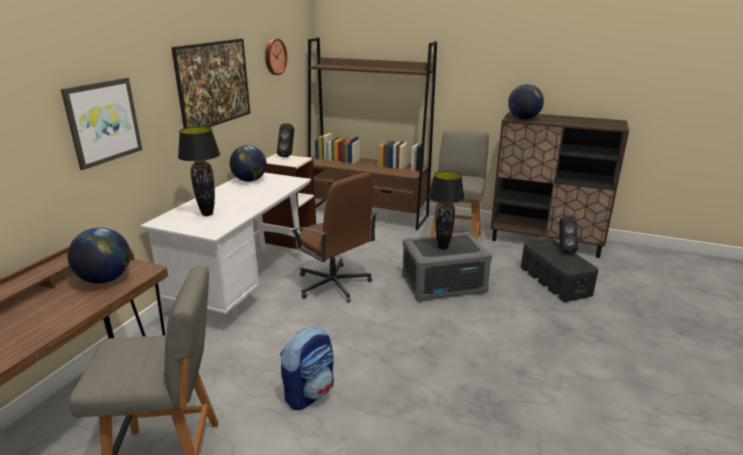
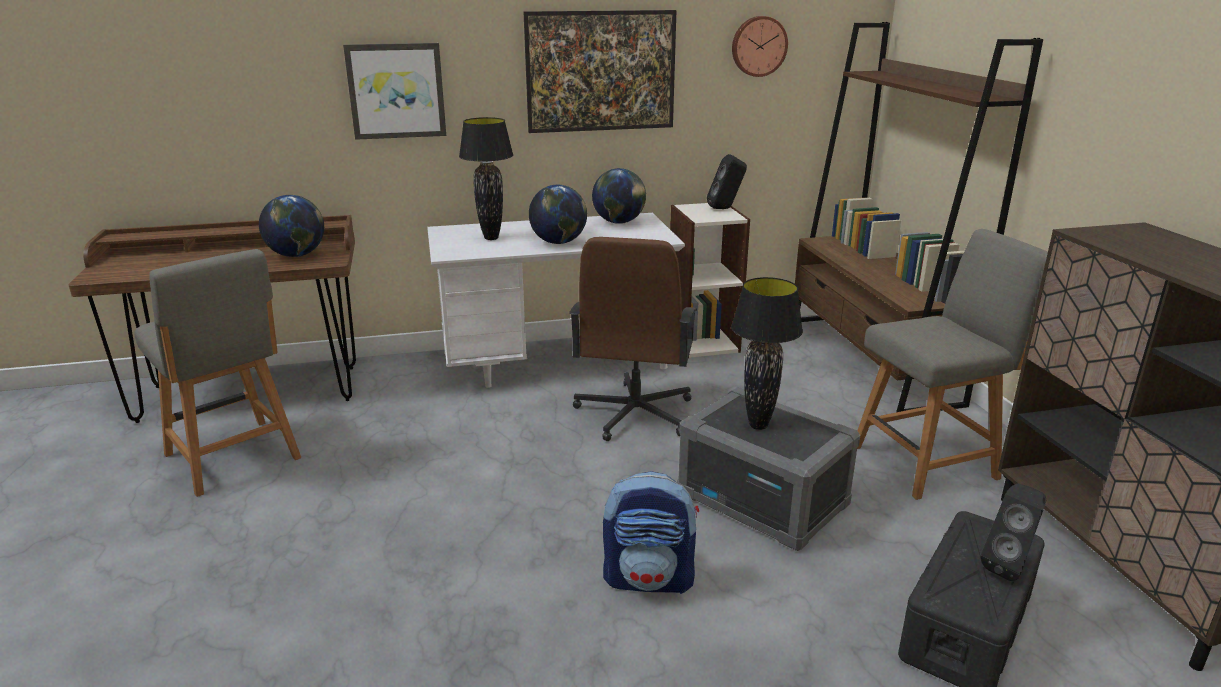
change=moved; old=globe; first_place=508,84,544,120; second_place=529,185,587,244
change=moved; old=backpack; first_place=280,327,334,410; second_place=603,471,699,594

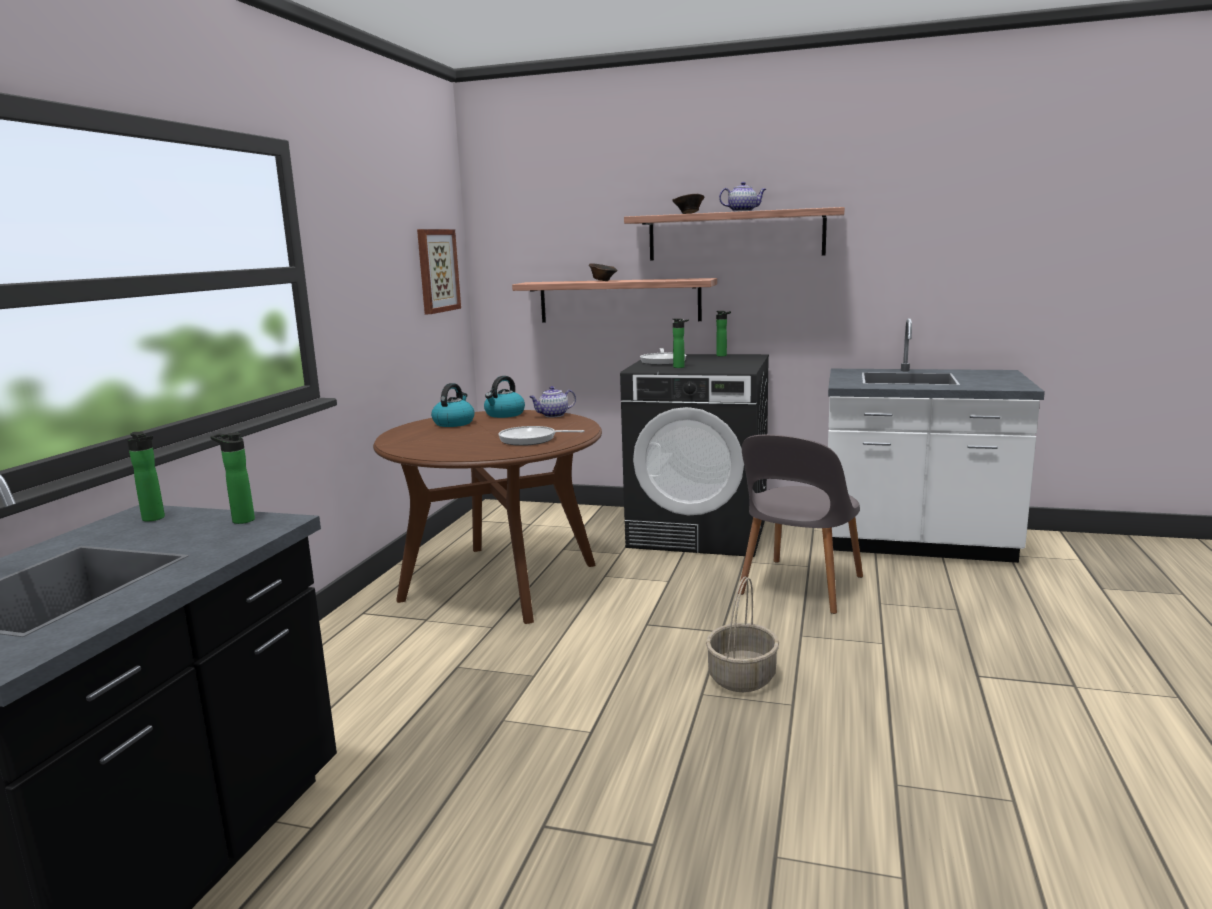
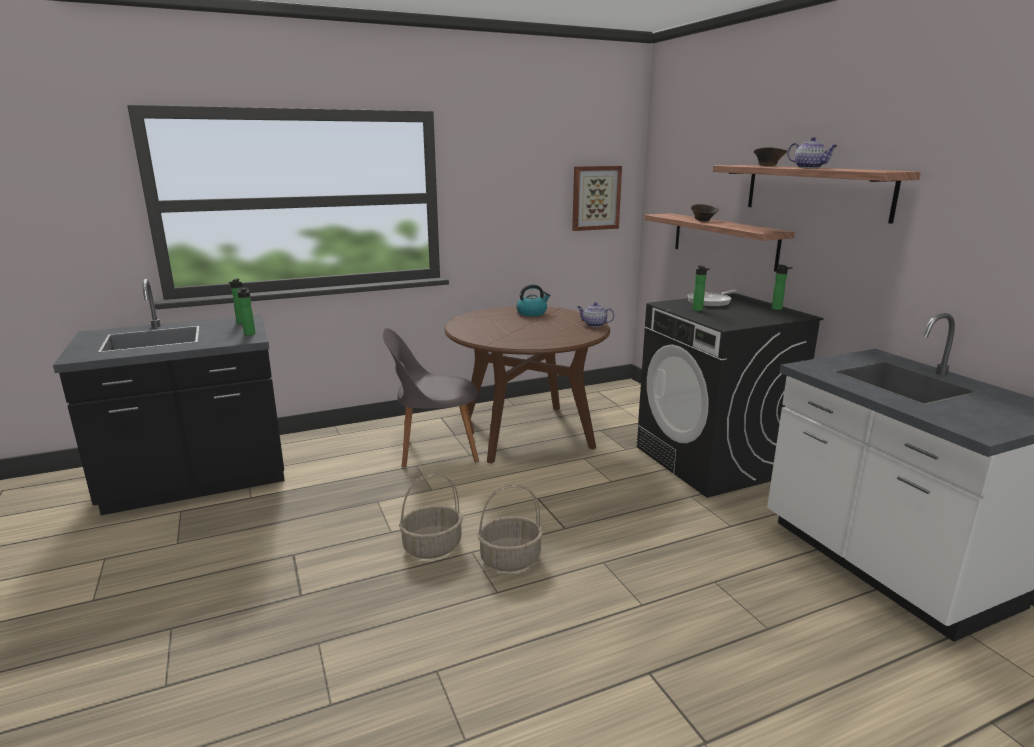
change=removed; old=kettle; first_place=484,376,525,418
change=removed; old=pan; first_place=499,426,584,446
change=moved; old=chair (grey); first_place=738,434,863,614; second_place=382,328,479,467
change=added; new=basket; second_place=399,473,463,559

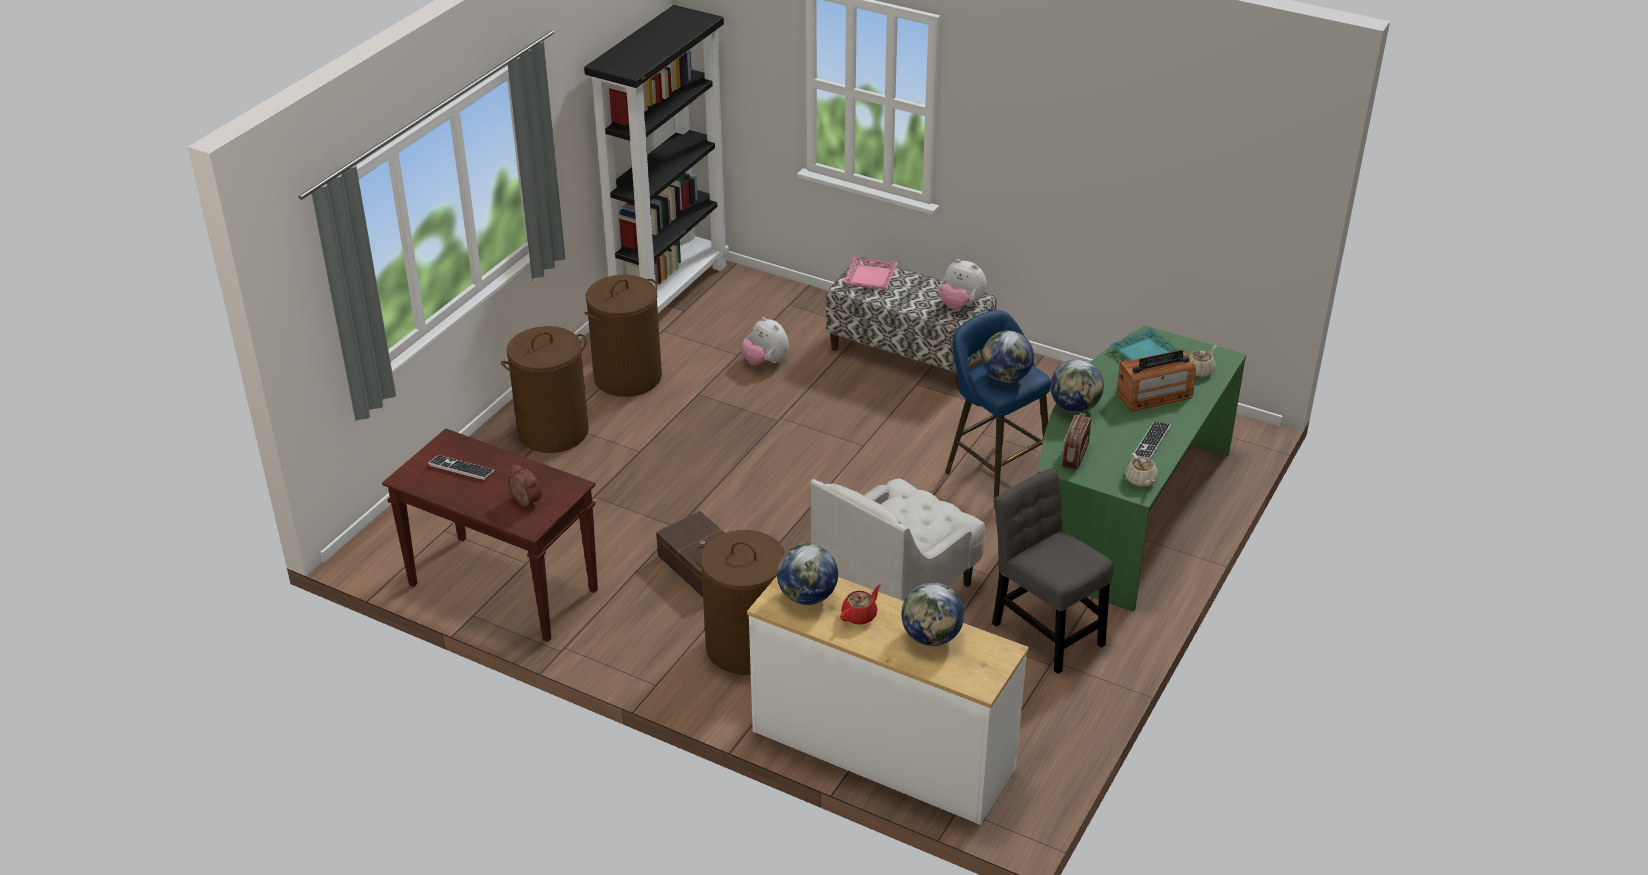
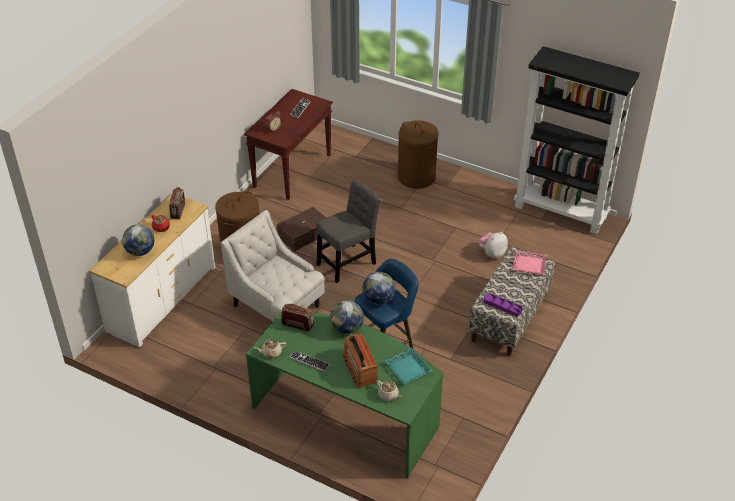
change=replaced; old=soft toy; new=tray (purplish); first_place=939,259,987,309; second_place=484,293,522,317
change=removed; old=washing basket (brownish); first_place=584,275,662,397
change=moved; old=chair (grey); first_place=992,468,1113,674; second_place=316,179,381,283
change=replaced; old=globe; new=radio set; first_place=777,543,838,605; second_place=169,187,185,219

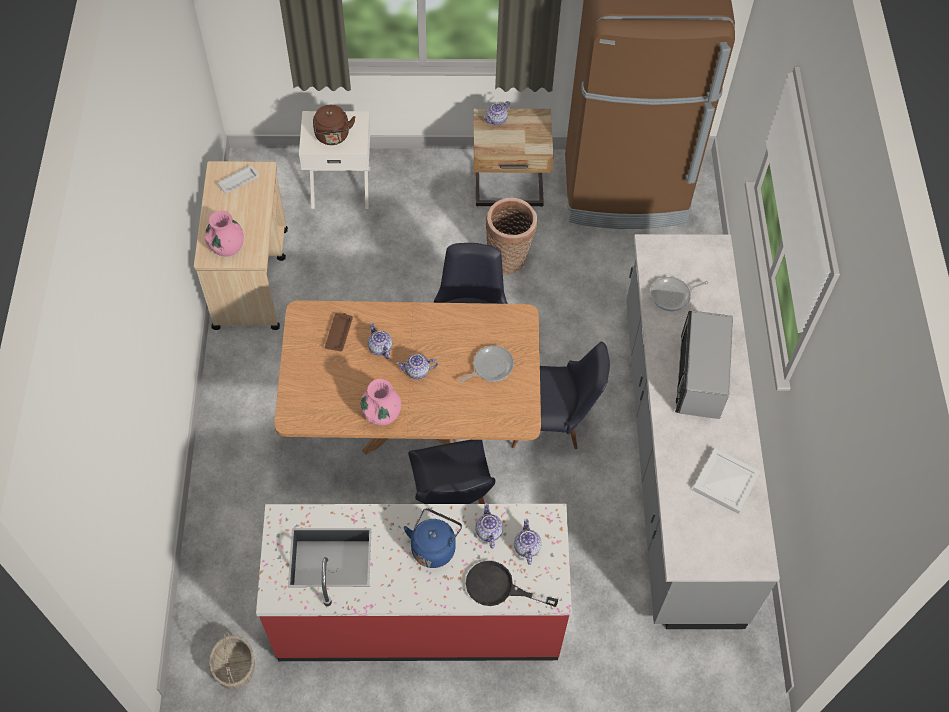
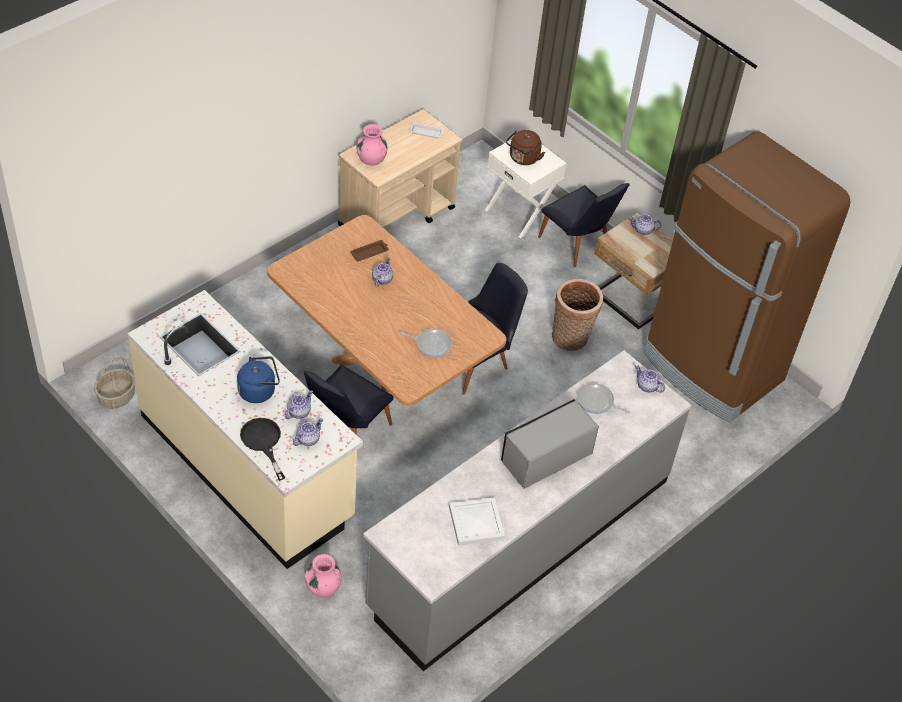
change=moved; old=chair (black-coloured); first_place=511,342,610,449; second_place=538,183,630,267
change=moved; old=teapot; first_place=396,354,438,379; second_place=635,365,665,393
change=moved; old=flower vase (pink); first_place=360,379,401,425; second_place=304,554,342,598
change=recoloured; old=kitchen counter (red-coloured); new=kitchen counter (beige); first_place=256,504,572,661; second_place=127,290,363,569

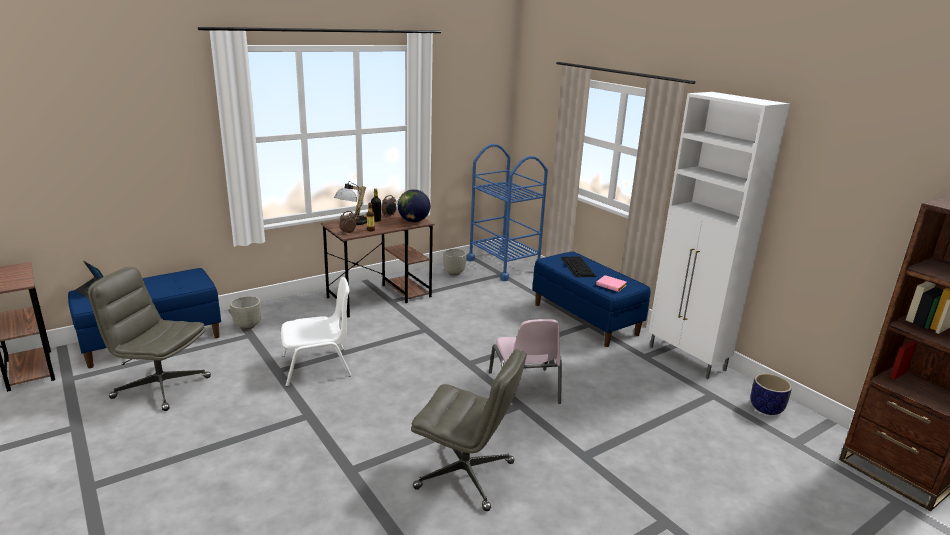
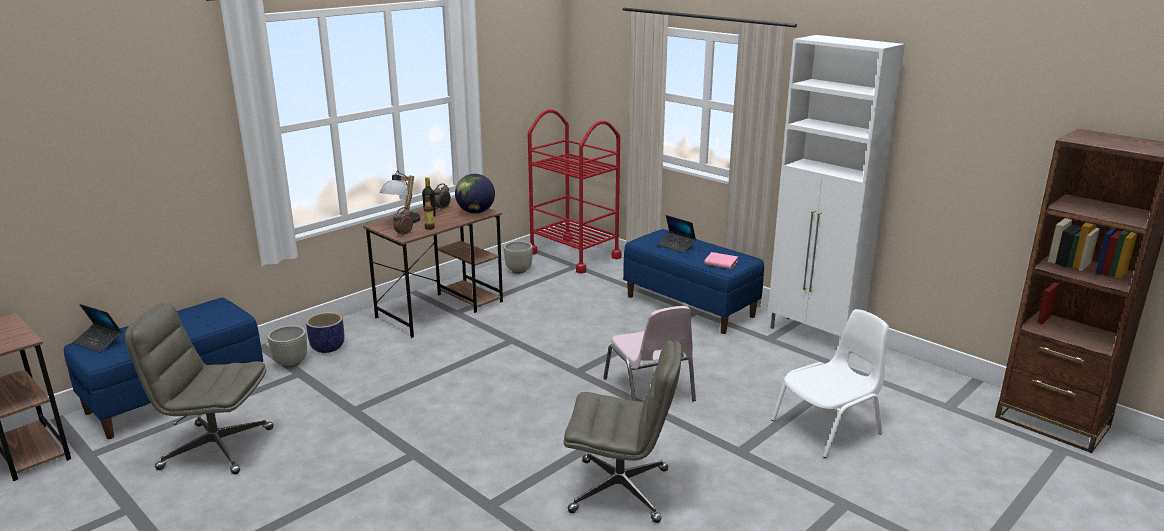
change=recoloured; old=wheeled cart (blue-coloured); new=wheeled cart (red-coloured); first_place=467,144,548,281; second_place=528,109,621,274
change=replaced; old=computer keyboard; new=notebook computer; first_place=560,256,597,277; second_place=657,215,696,253
change=moved; old=chair (whitish); first_place=281,277,352,387; second_place=771,309,889,458
change=moved; old=flower pot; first_place=751,373,792,415; second_place=306,312,344,353

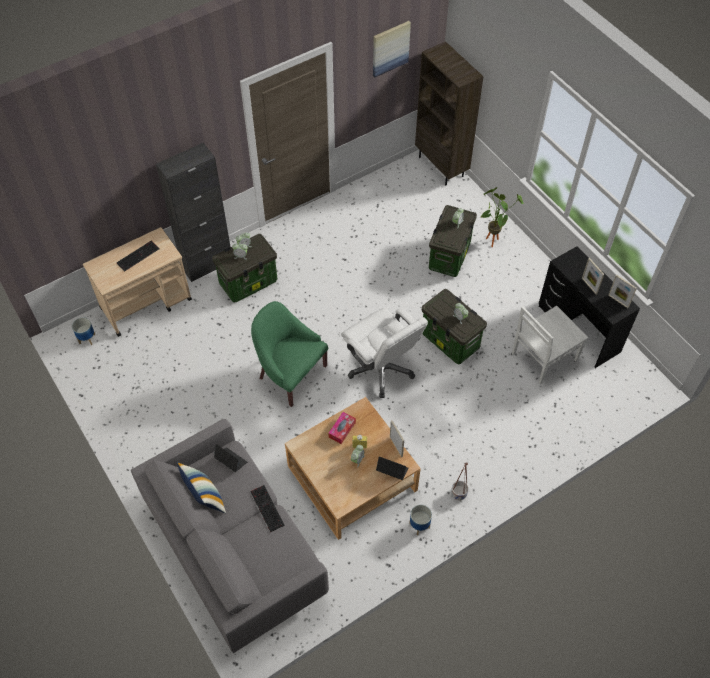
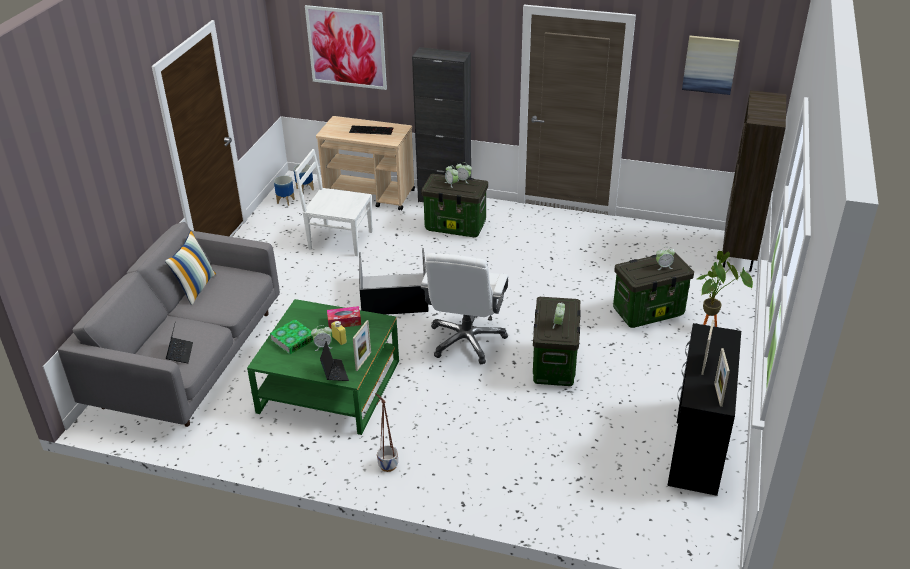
change=replaced; old=armchair (green-coloured); new=storage container (black-coloured); first_place=251,301,328,407; second_place=359,248,429,315
change=moved; old=chair (whitish); first_place=512,306,588,384; second_place=295,149,373,256
change=recoloured; old=coffee table (beige); new=coffee table (green-coloured); first_place=285,397,421,540; second_place=247,299,399,435
change=moved; old=notebook computer; first_place=214,444,247,472; second_place=166,321,193,363
change=removed; old=computer keyboard; first_place=250,485,285,532
change=moved; old=flower pot; first_place=409,505,432,535; second_place=274,175,295,206
change=added; new=wall picture; second_place=305,5,387,90
change=added; new=bound book; second_place=270,319,313,354

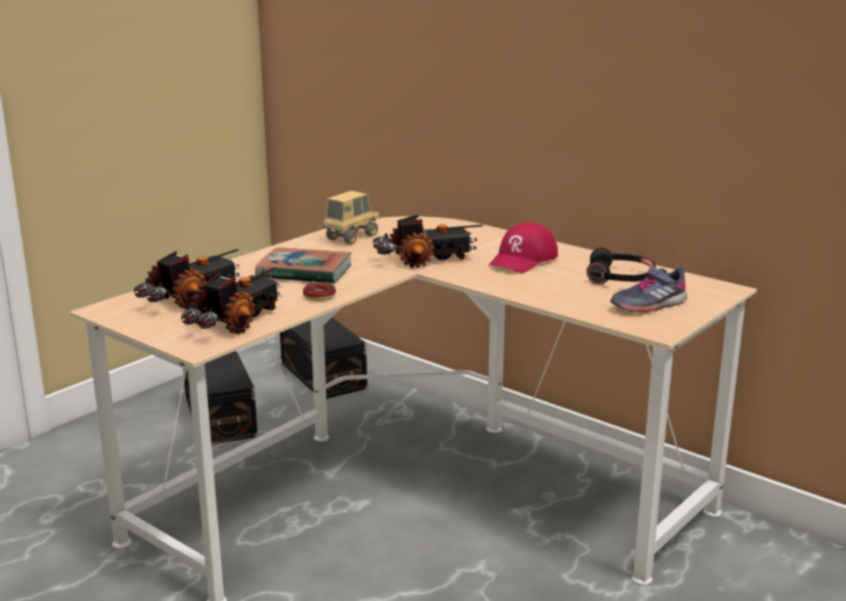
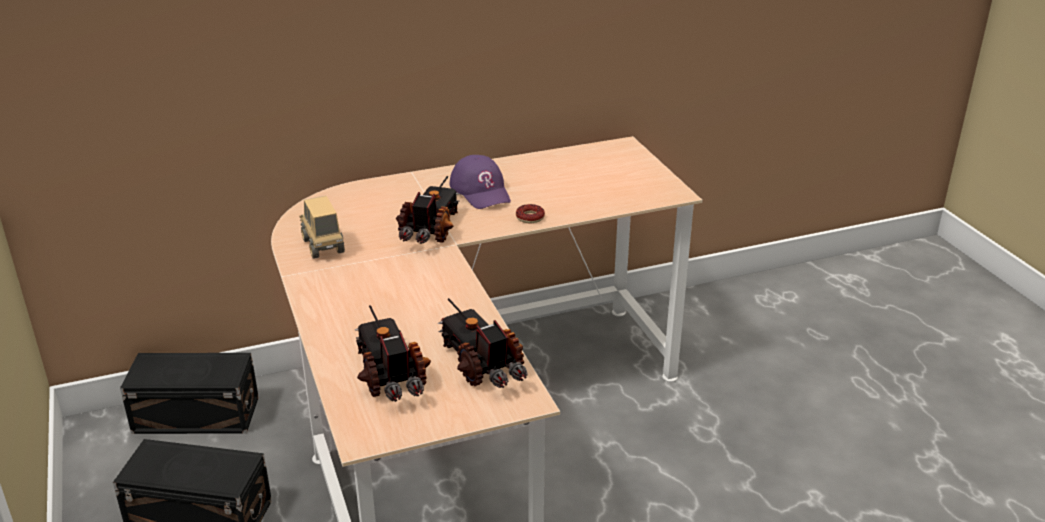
change=recoloured; old=cap (red-coloured); new=cap (purplish); first_place=488,223,558,273; second_place=450,155,511,209
change=removed; old=bound book; first_place=255,247,352,284
change=removed; old=headphones (black-coloured); first_place=587,247,656,285
change=removed; old=item of footwear (grey); first_place=610,267,687,313
change=moved; old=doughnut; first_place=303,282,336,301; second_place=516,204,545,223

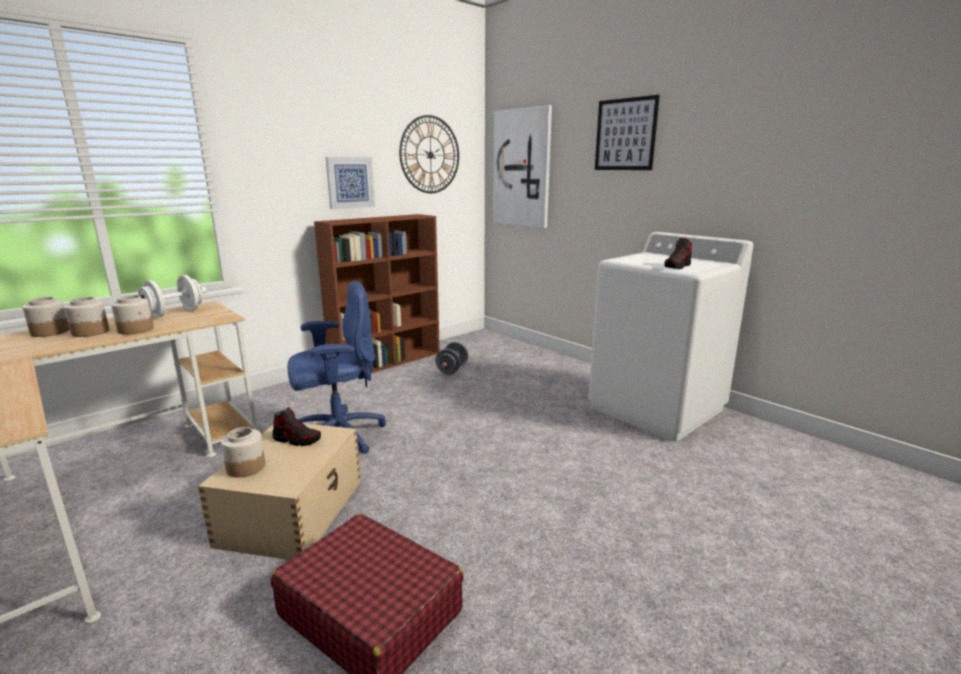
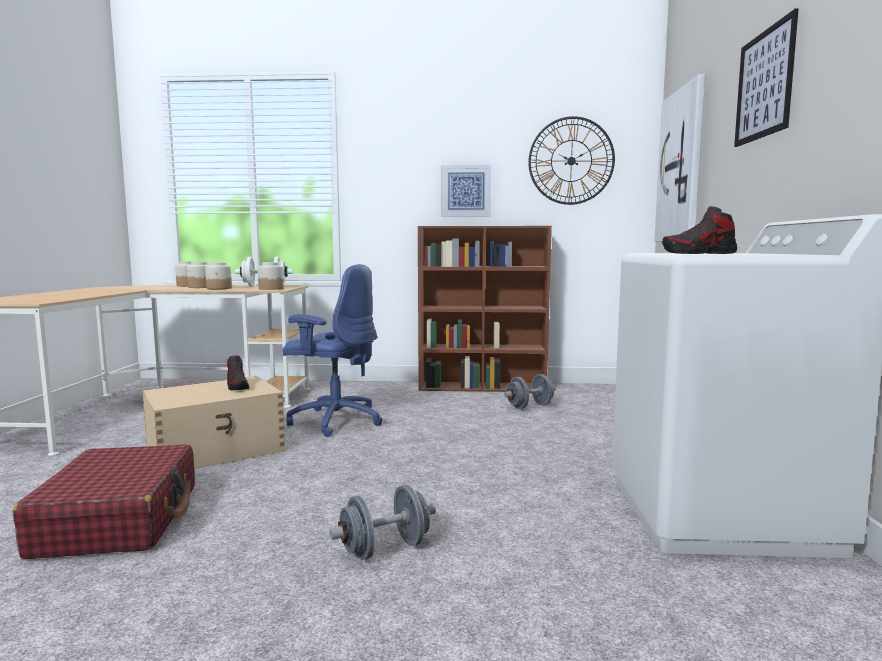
change=moved; old=jar; first_place=221,427,265,478; second_place=258,262,284,290
change=added; new=free weight (grey); second_place=329,485,436,560

